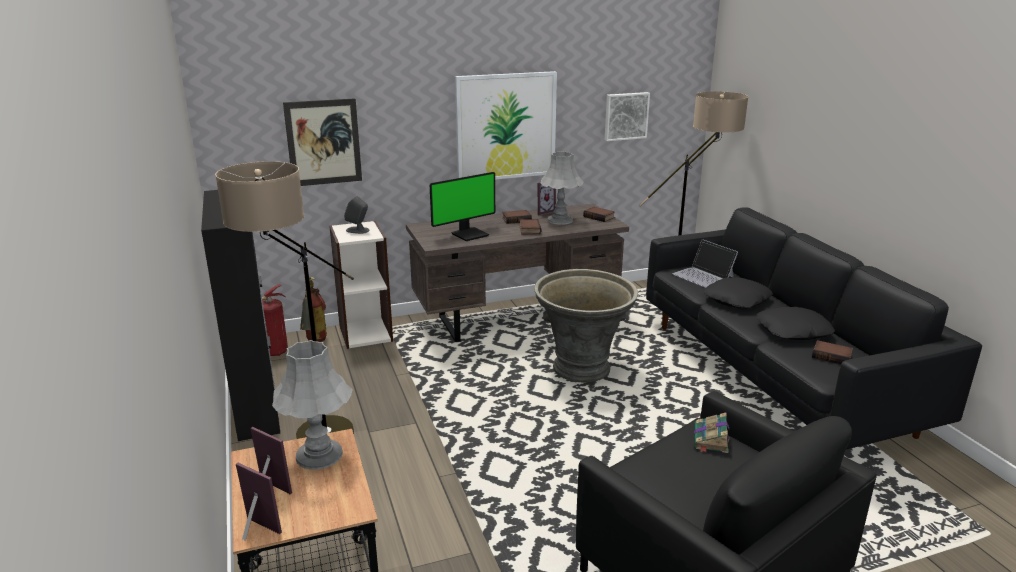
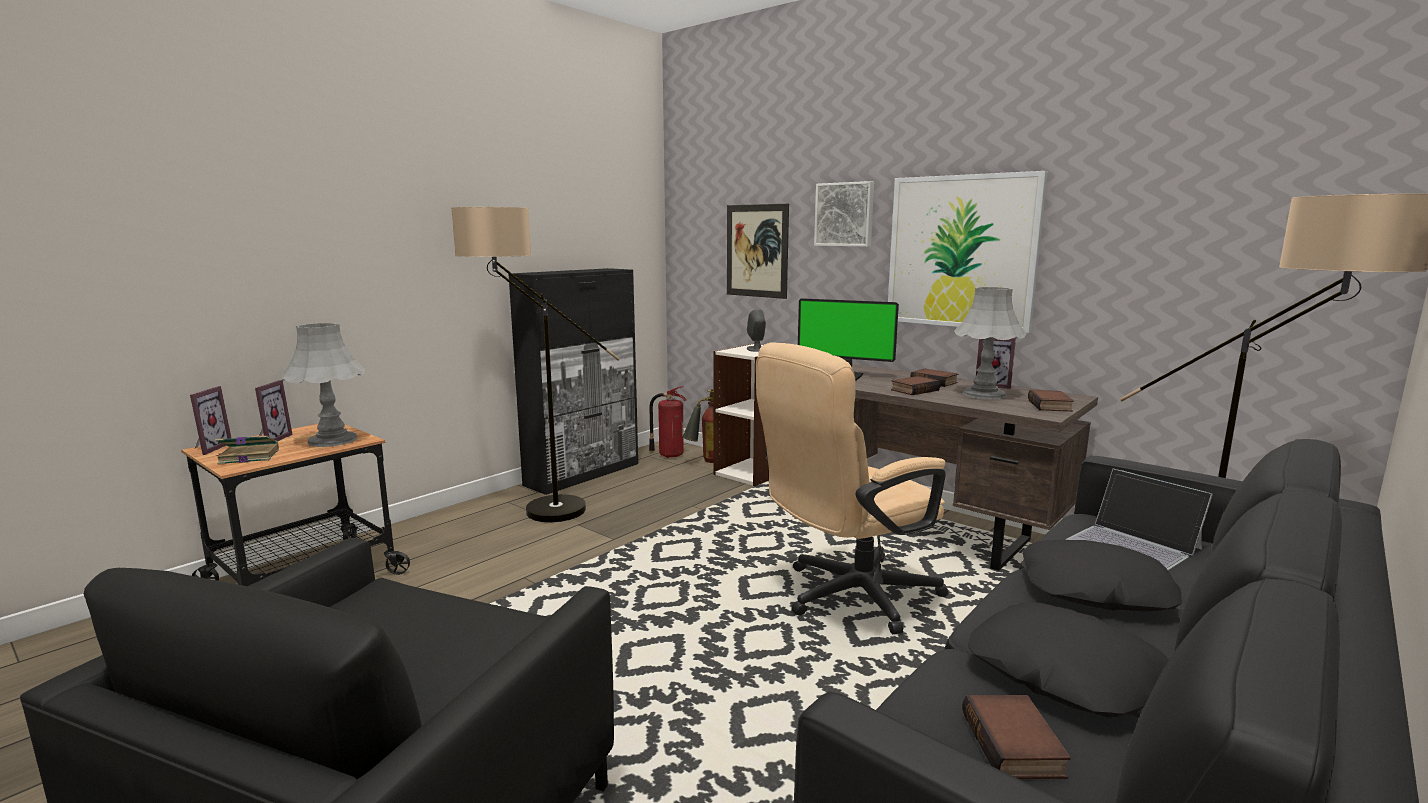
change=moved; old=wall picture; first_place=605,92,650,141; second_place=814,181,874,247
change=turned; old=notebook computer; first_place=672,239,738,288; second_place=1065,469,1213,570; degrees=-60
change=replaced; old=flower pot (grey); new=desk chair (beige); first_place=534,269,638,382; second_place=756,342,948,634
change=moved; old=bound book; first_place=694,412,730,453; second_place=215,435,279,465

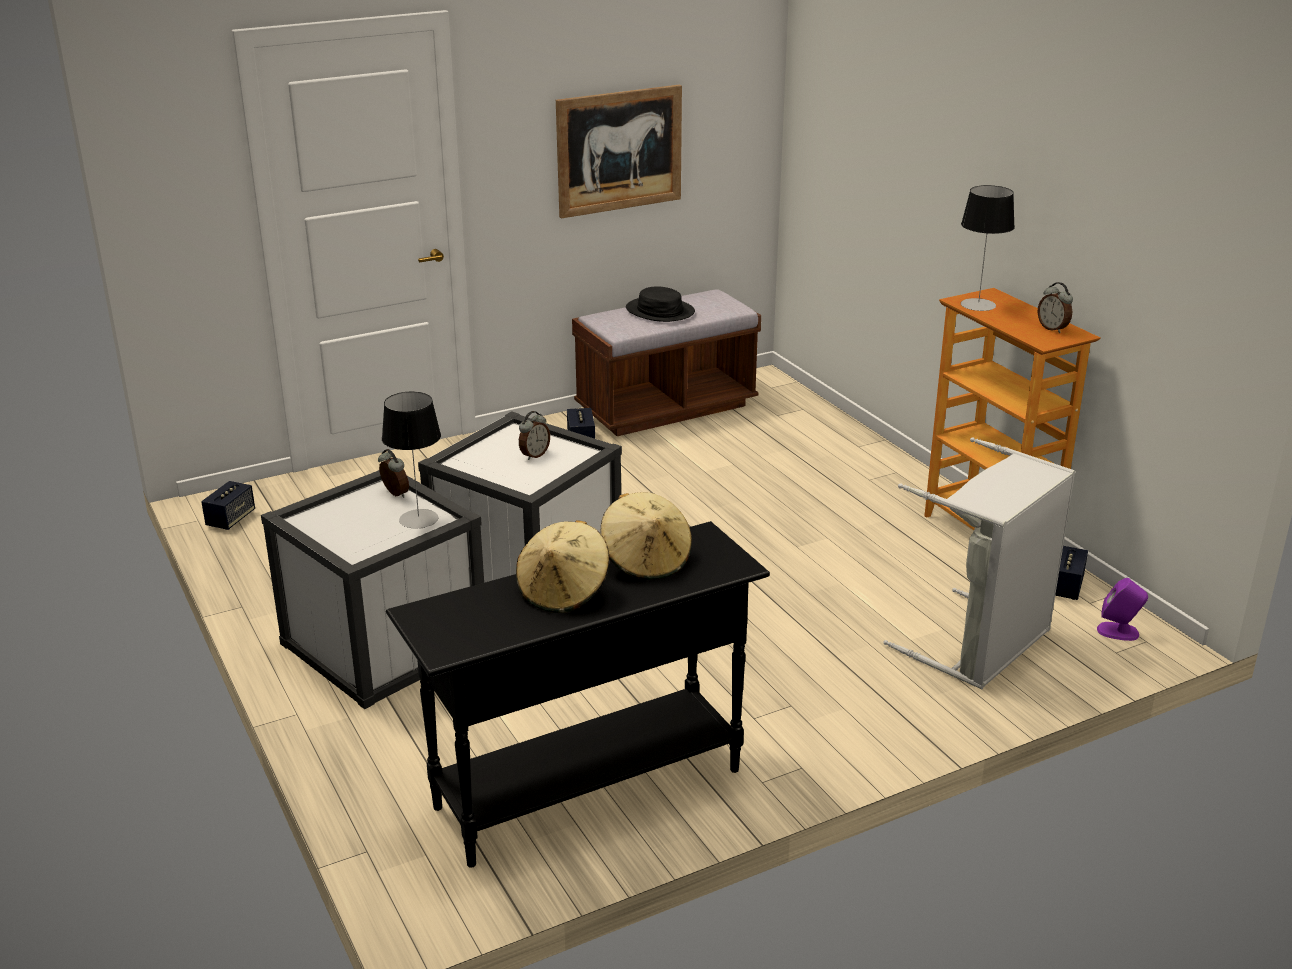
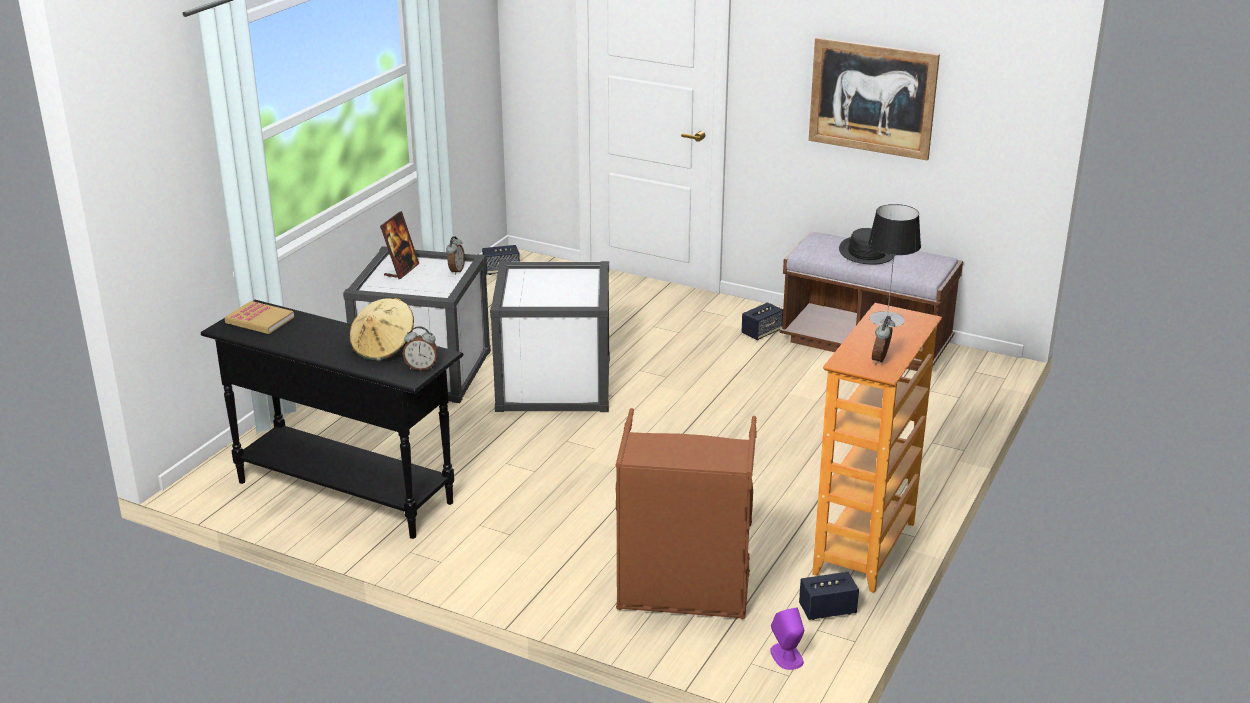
change=removed; old=table lamp; first_place=382,392,441,528
change=moved; old=table clock; first_place=519,411,550,460; second_place=403,326,438,371
change=recoloured; old=washing basket (grey); new=washing basket (brownish); first_place=883,437,1075,689; second_place=616,408,757,619
change=removed; old=clothing hat (beige); first_place=516,520,609,613
change=added; new=photo frame; second_place=380,211,419,279
change=added; new=bound book; second_place=225,301,294,334

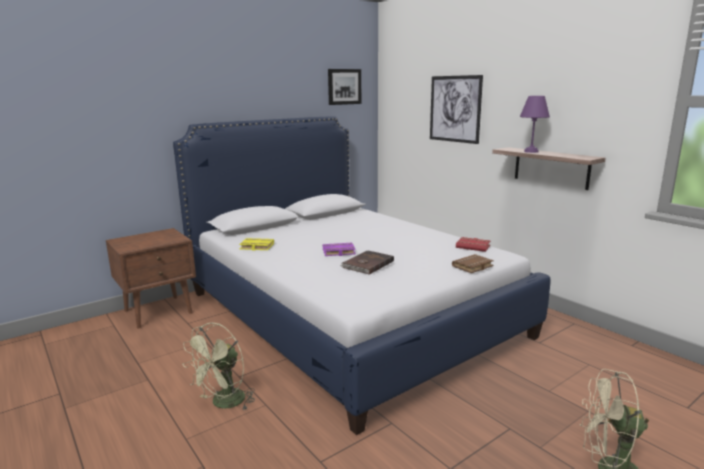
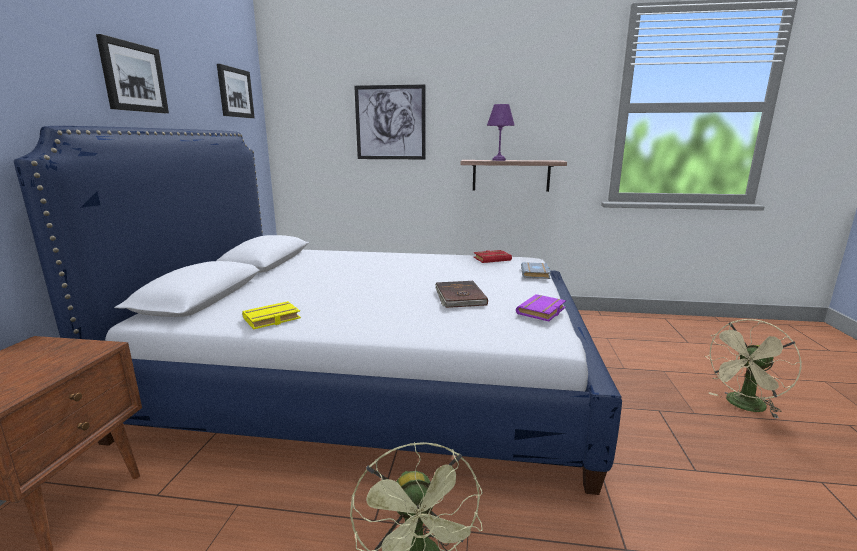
change=moved; old=bound book (purplish); first_place=323,243,356,256; second_place=516,294,566,322
change=recoloured; old=bound book (brownish); new=bound book (grey); first_place=452,254,494,273; second_place=521,262,551,279
change=added; new=wall picture; second_place=96,34,169,113

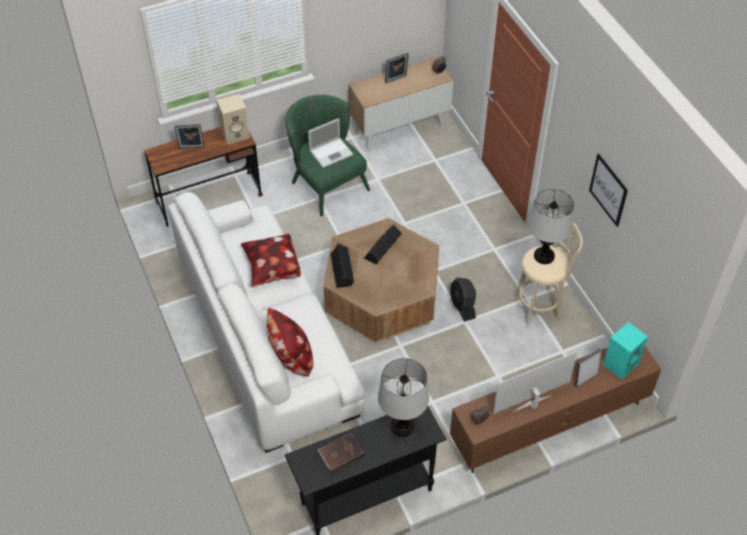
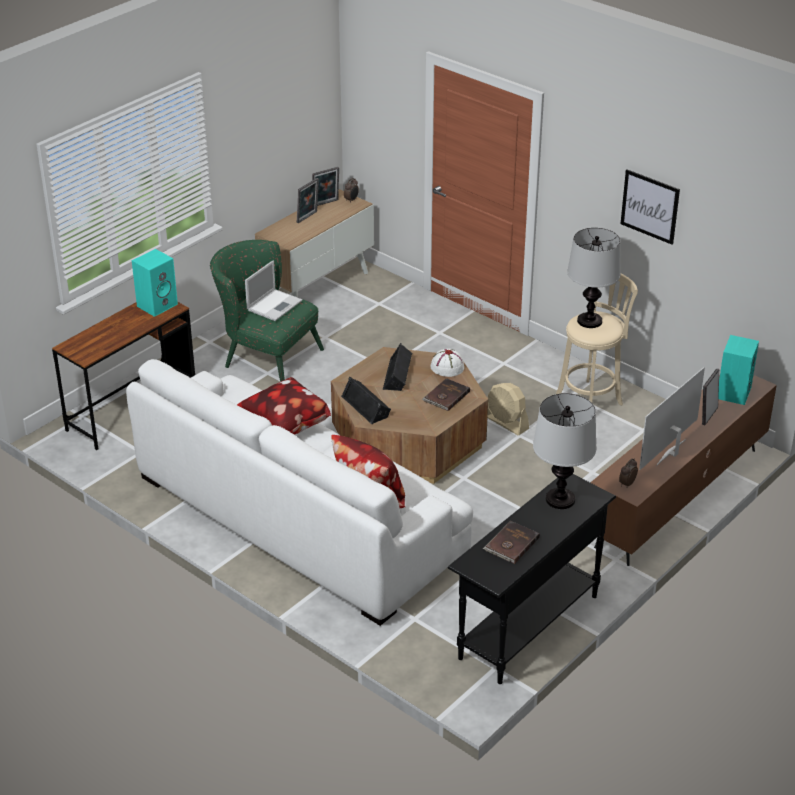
change=recoloured; old=audio speaker (beige); new=audio speaker (blue-green); first_place=217,94,250,144; second_place=132,249,178,317
change=moved; old=photo frame; first_place=175,124,204,149; second_place=312,167,339,206
change=recoloured; old=cooling fan (black-coloured); new=cooling fan (beige); first_place=450,278,476,322; second_place=487,383,529,436
change=added; new=clothing hat (whitish); second_place=430,349,464,377
change=added; new=bound book (brownish); second_place=422,378,470,411

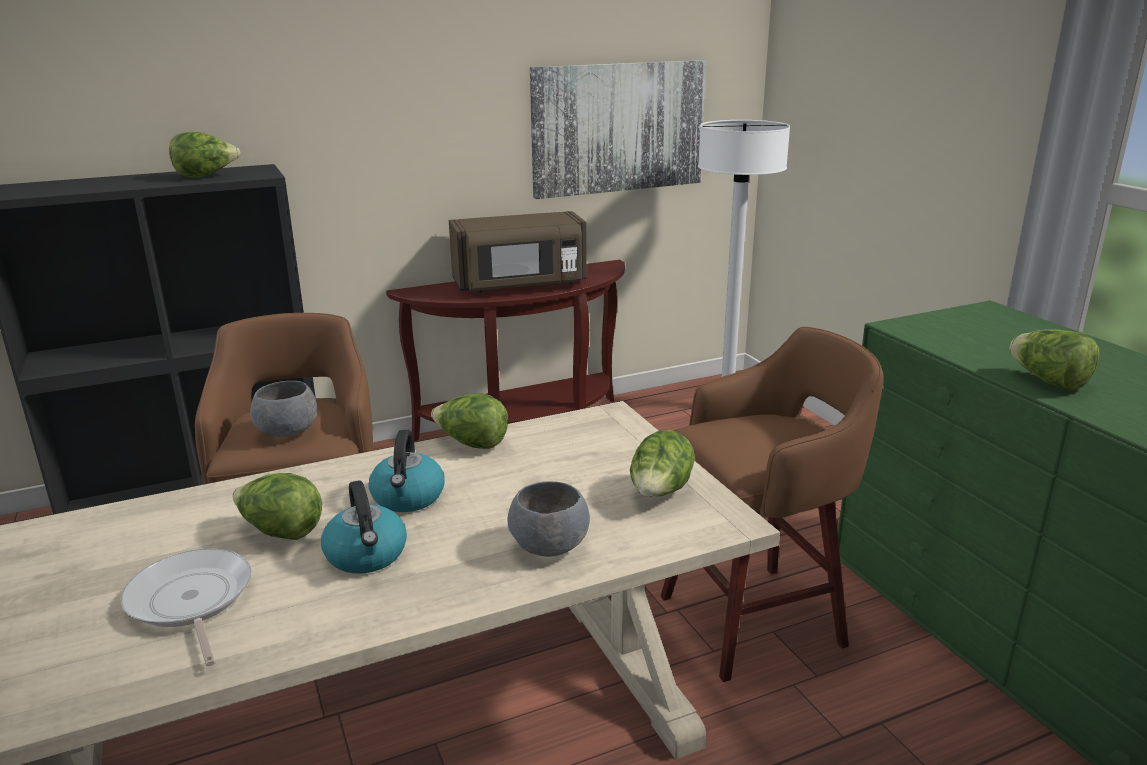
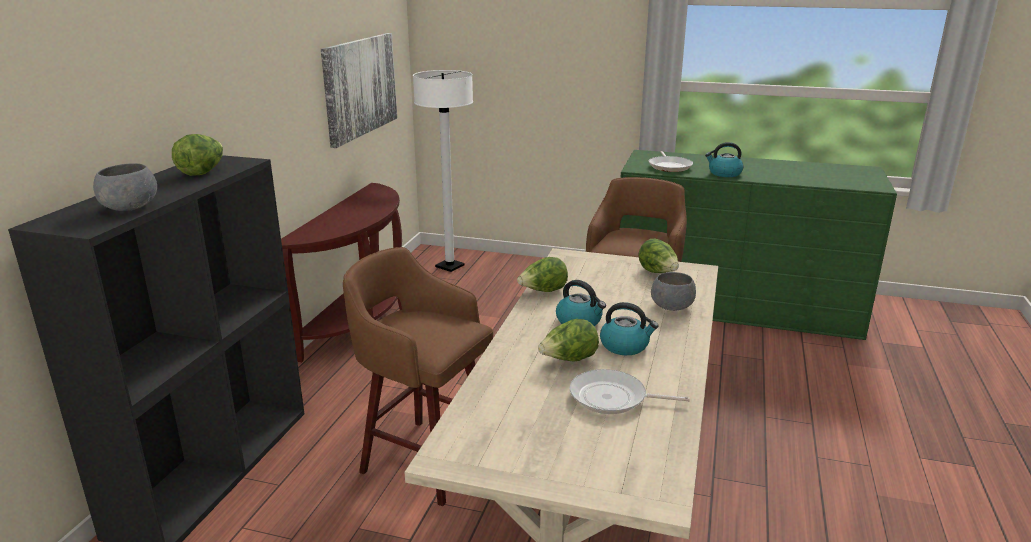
change=removed; old=microwave (brownish); first_place=449,211,587,293
change=replaced; old=head of lettuce; new=kettle; first_place=1009,329,1100,391; second_place=705,142,743,177
change=moved; old=deep dish (grey); first_place=250,381,317,437; second_place=93,163,157,211
change=added; new=pan; second_place=649,151,693,172

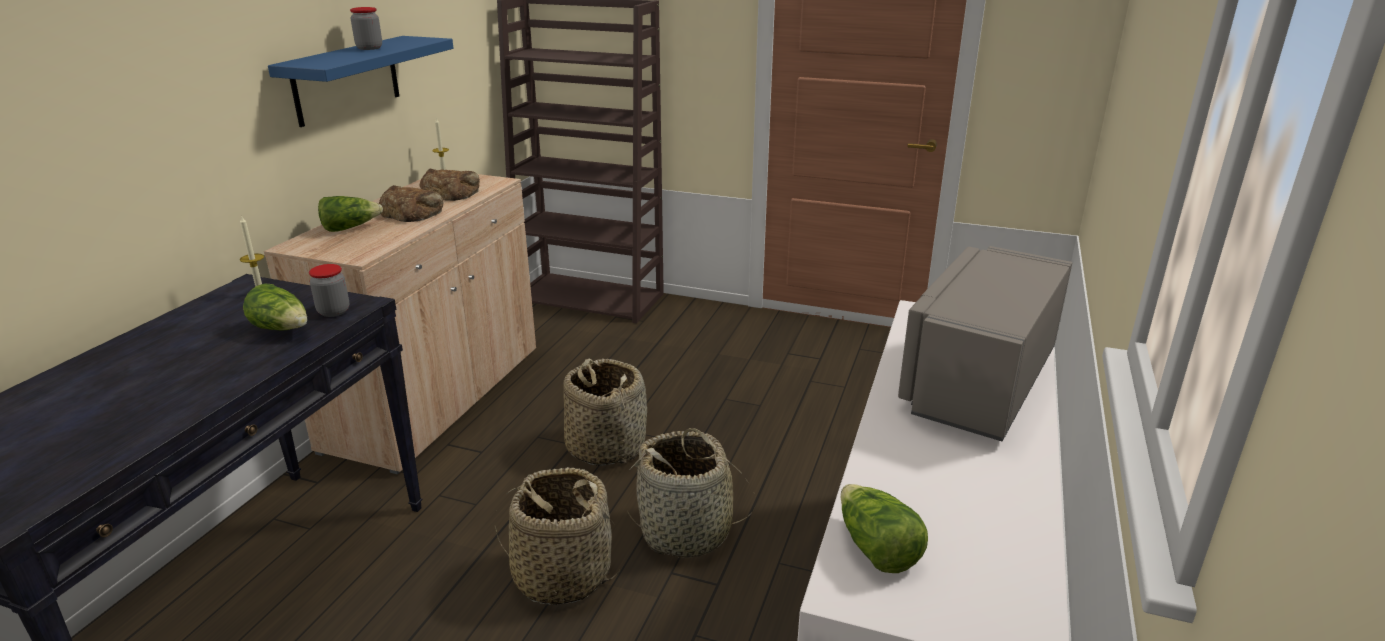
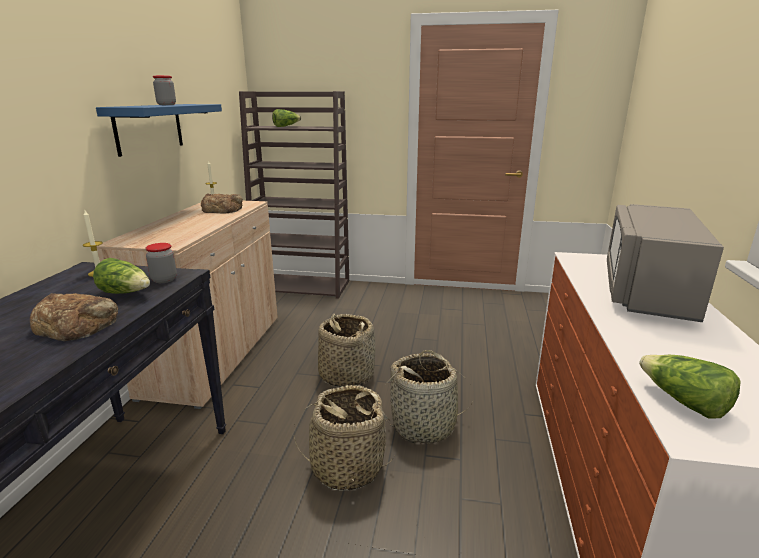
change=moved; old=bread; first_place=379,185,444,222; second_place=30,293,118,341
change=moved; old=head of lettuce; first_place=318,196,383,232; second_place=272,109,301,127

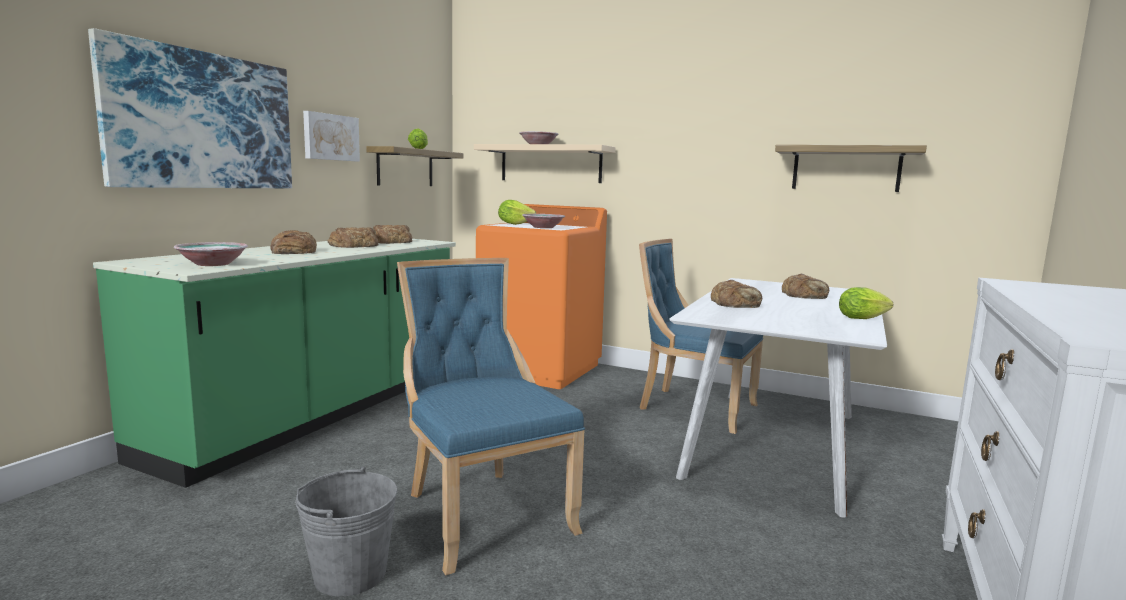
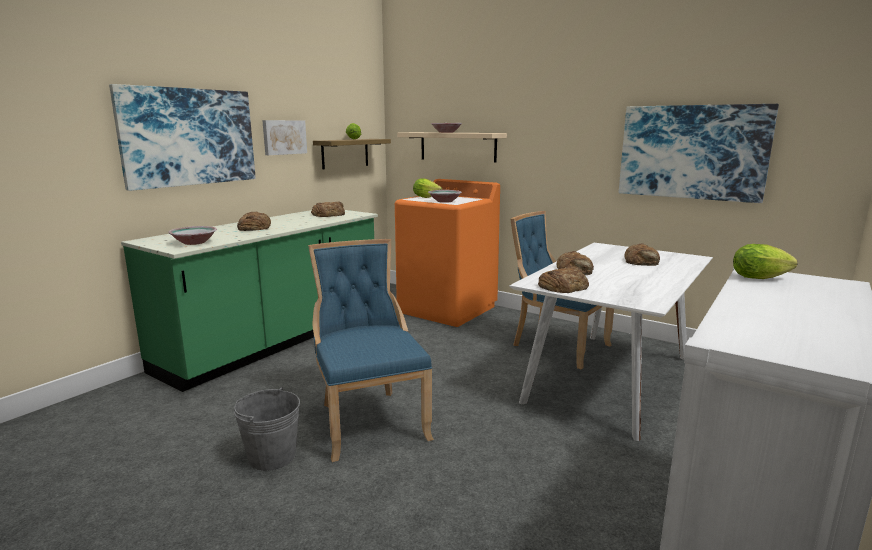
change=replaced; old=bracket shelf; new=wall picture; first_place=775,145,927,192; second_place=619,104,779,203
change=moved; old=bread; first_place=328,227,378,248; second_place=538,266,589,293
change=moved; old=head of lettuce; first_place=839,287,893,319; second_place=733,244,798,279

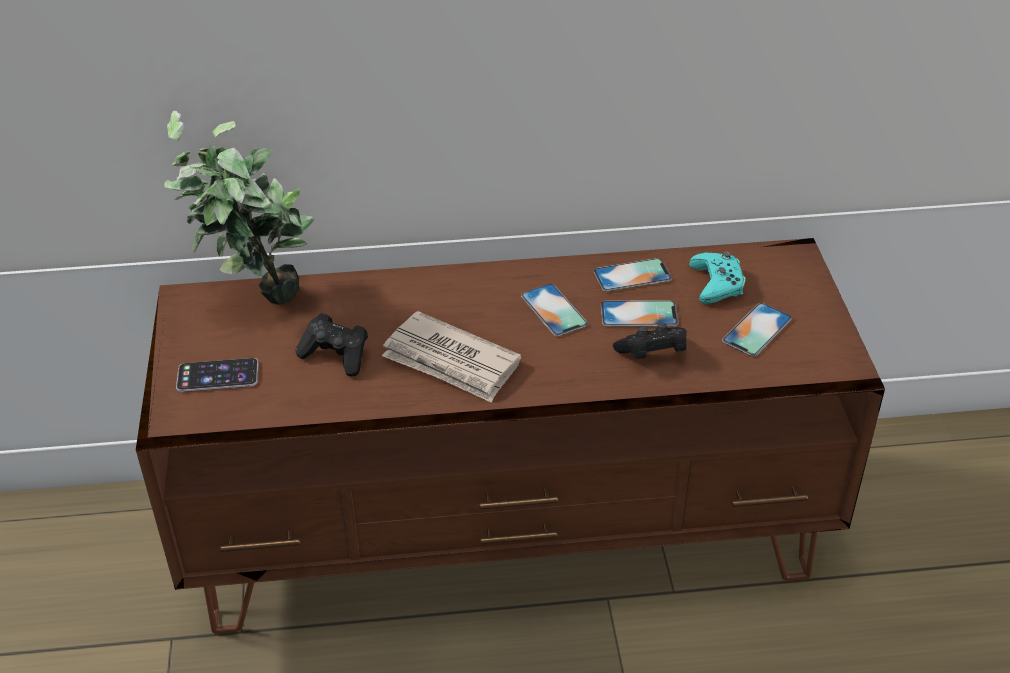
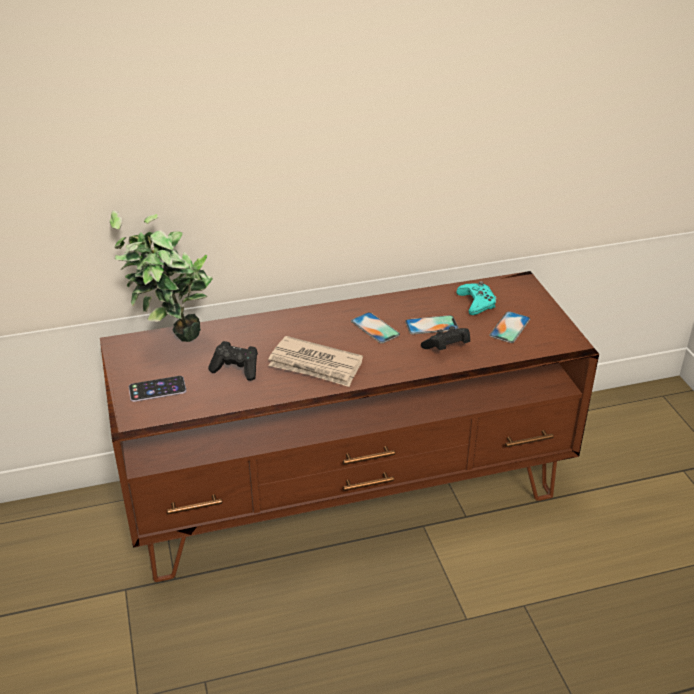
change=removed; old=phone; first_place=594,258,672,292

